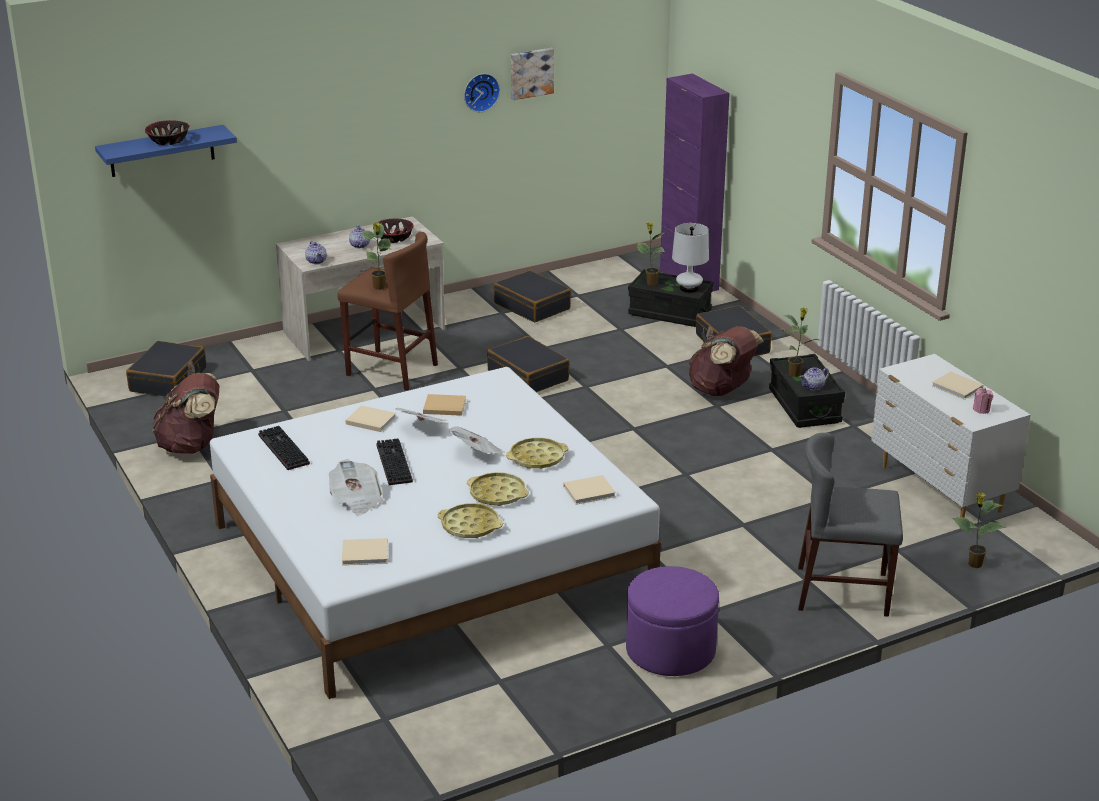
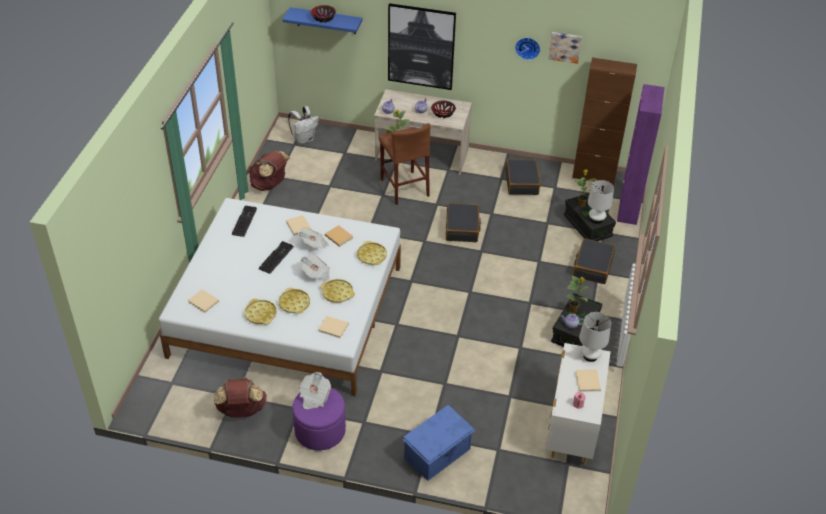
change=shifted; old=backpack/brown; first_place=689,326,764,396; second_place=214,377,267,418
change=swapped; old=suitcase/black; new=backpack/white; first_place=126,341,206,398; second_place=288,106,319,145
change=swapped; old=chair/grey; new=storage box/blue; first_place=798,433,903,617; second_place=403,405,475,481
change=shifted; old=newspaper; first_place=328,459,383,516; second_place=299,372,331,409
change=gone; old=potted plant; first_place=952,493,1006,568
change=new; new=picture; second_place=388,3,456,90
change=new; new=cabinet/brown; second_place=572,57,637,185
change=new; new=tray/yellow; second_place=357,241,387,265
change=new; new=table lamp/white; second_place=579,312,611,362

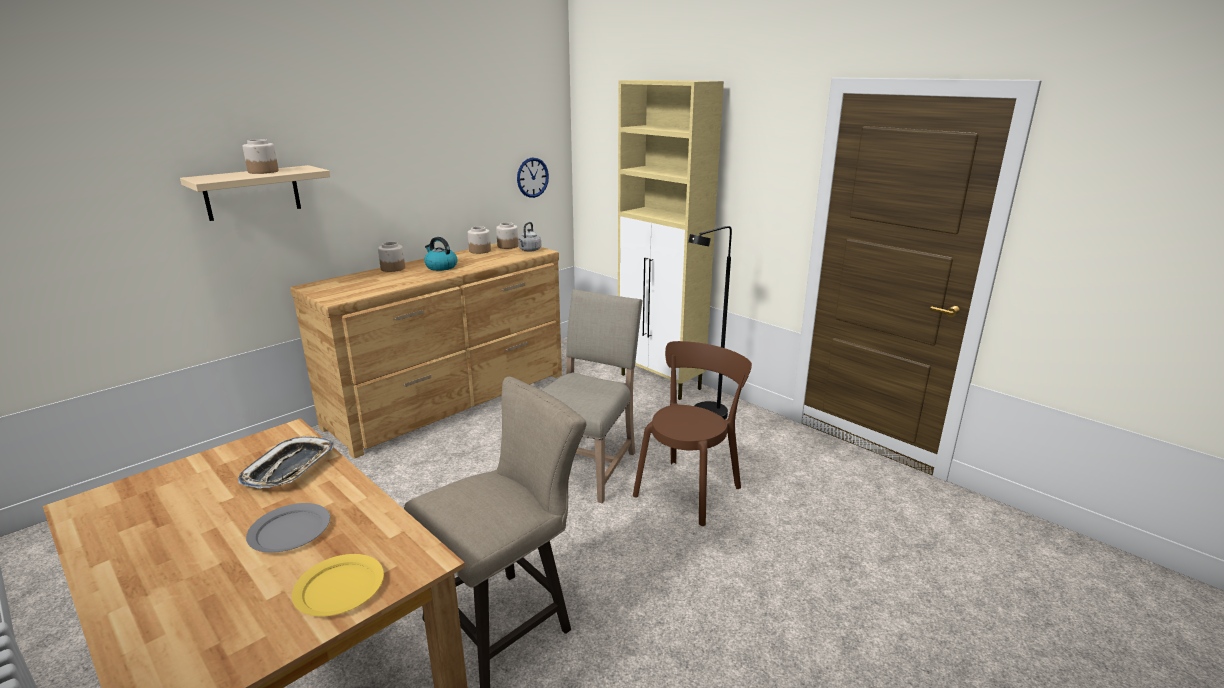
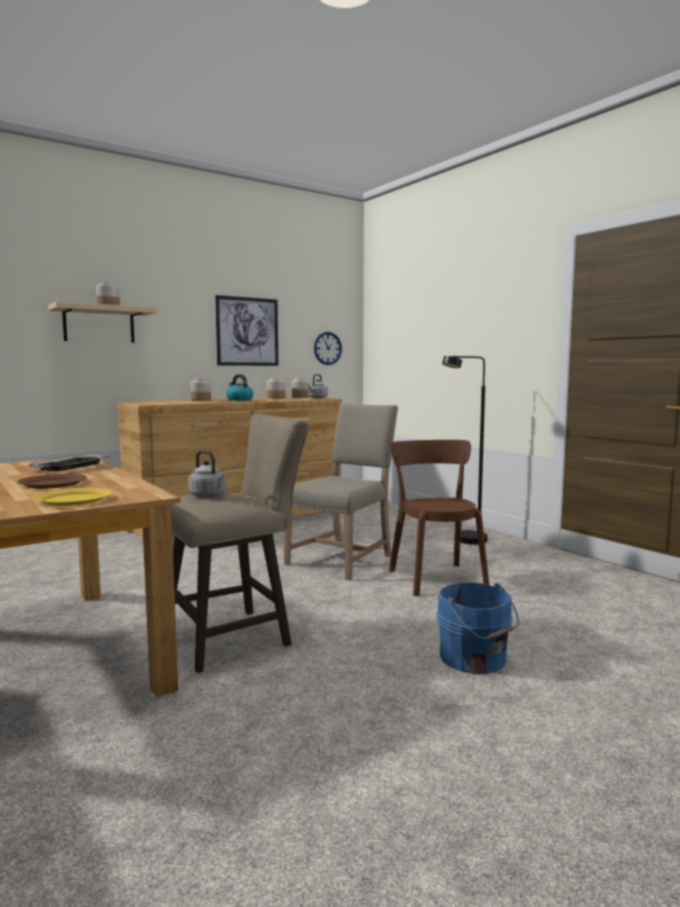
change=gone; old=cabinet/beige; first_place=618,80,724,400
change=rotated; old=chair/brown; first_place=633,341,752,526; second_place=389,440,489,596; degrees=-60
change=repainted; old=plate/grey; new=plate/brown; first_place=246,503,330,553; second_place=17,474,87,489
change=new; new=picture; second_place=215,295,278,366
change=new; new=kettle/grey; second_place=188,450,226,498
change=new; new=bucket/blue; second_place=437,582,519,674

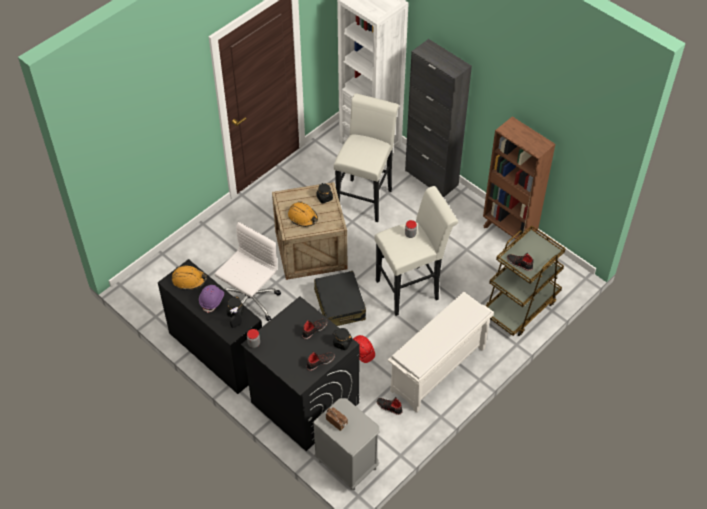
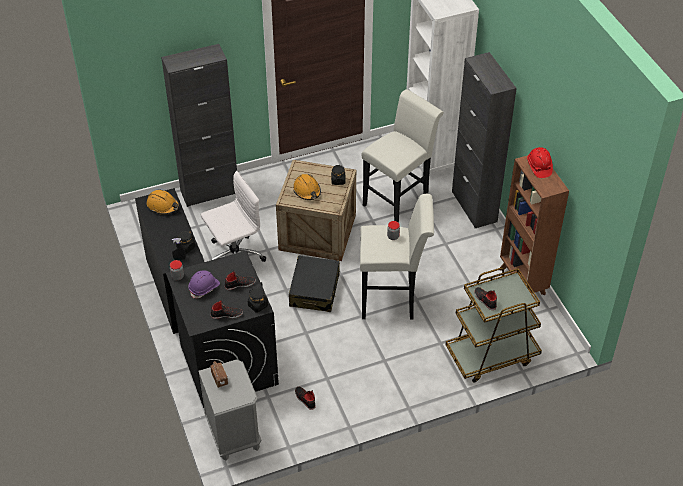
change=shifted; old=hard hat/purple; first_place=199,285,224,313; second_place=188,270,220,299
change=gone; old=shoe rack/white; first_place=388,292,494,413
change=shifted; old=hard hat/red; first_place=353,335,375,363; second_place=527,147,553,178
change=new; new=cabinet/black; second_place=161,44,237,207

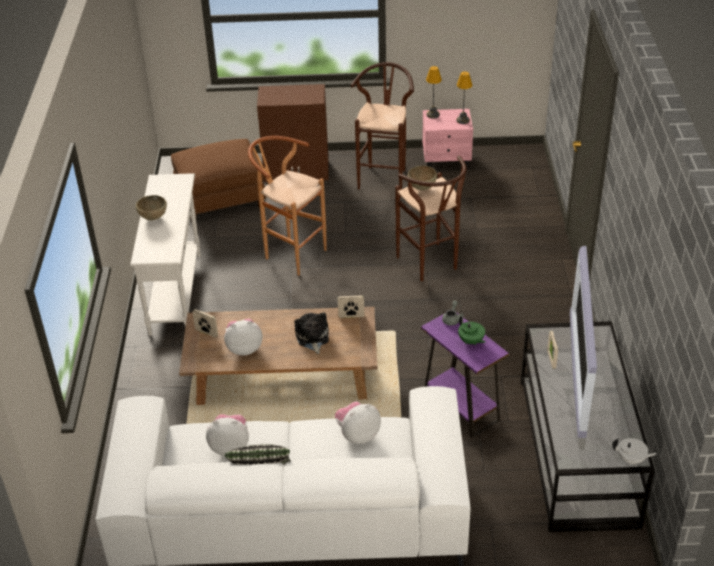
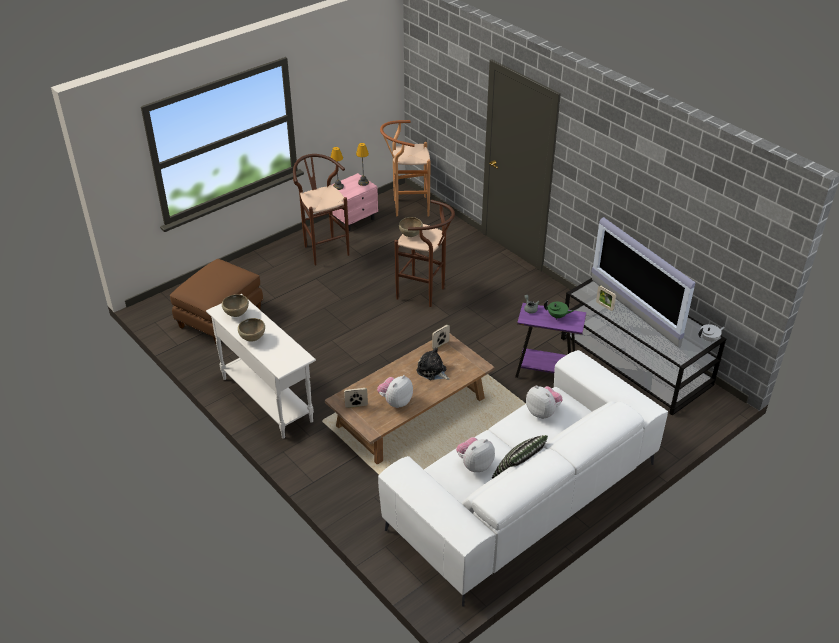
change=gone; old=cabinet/brown; first_place=257,84,329,182
change=shifted; old=stool/brown; first_place=248,136,327,276; second_place=380,120,431,217
change=rotated; old=plush toy; first_place=335,401,381,444; second_place=526,385,563,419; degrees=120
change=new; new=bowl/brown; second_place=222,294,249,317

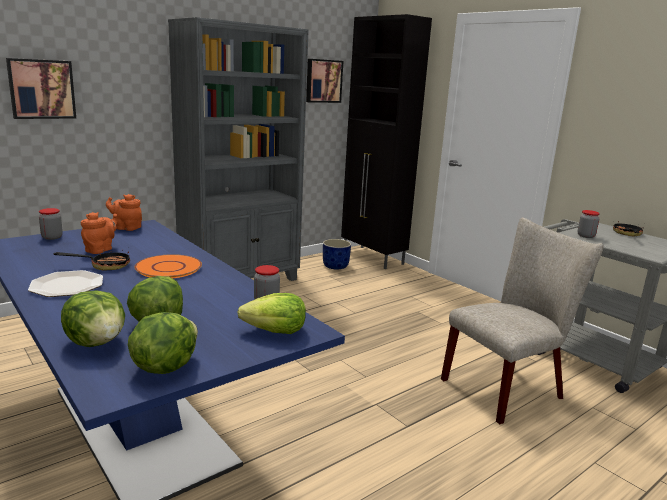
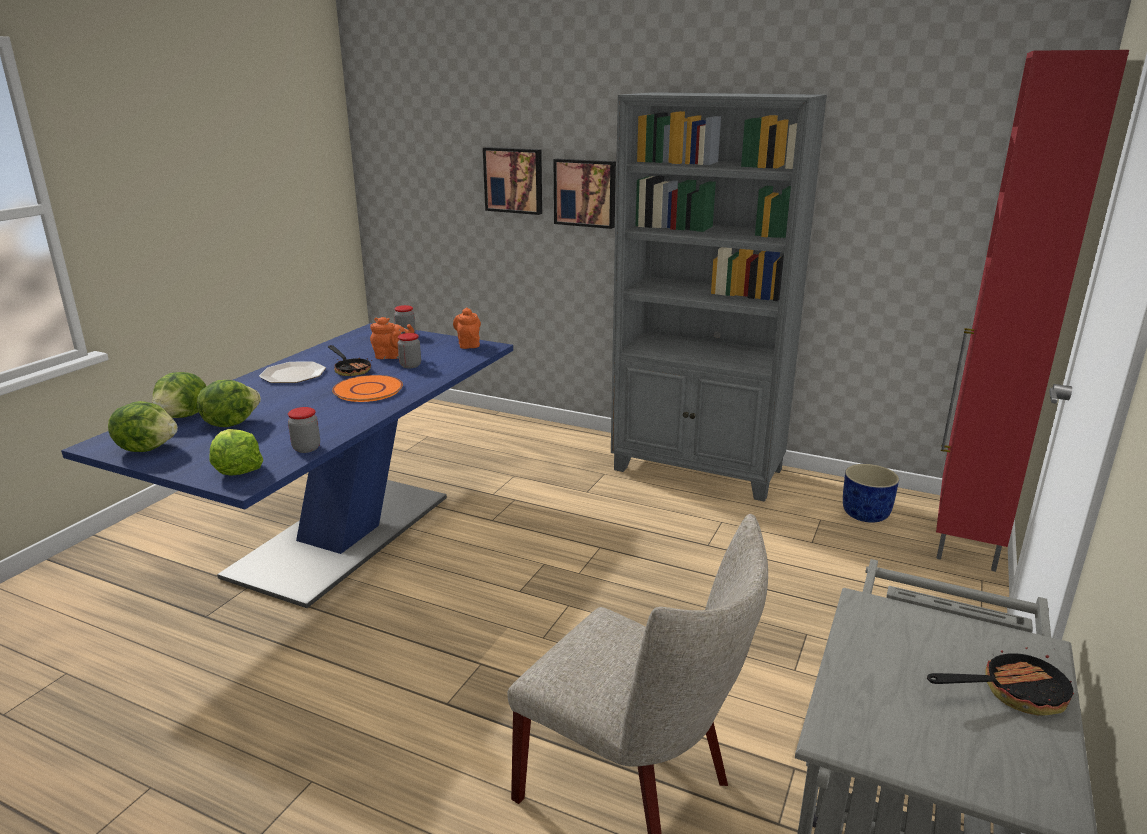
change=repainted; old=cabinet/black; new=cabinet/red; first_place=341,14,432,269; second_place=936,50,1129,572
change=shifted; old=picture; first_place=306,59,343,103; second_place=554,159,616,229
change=shifted; old=jar; first_place=578,210,600,238; second_place=398,333,421,368

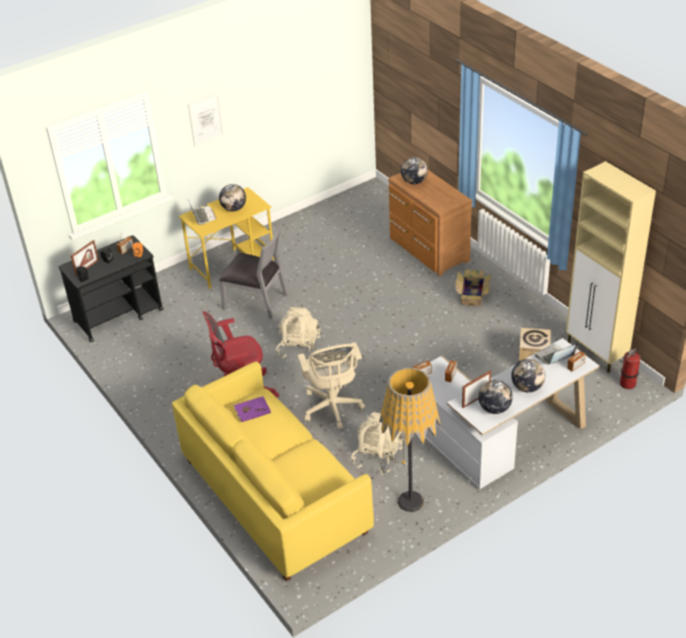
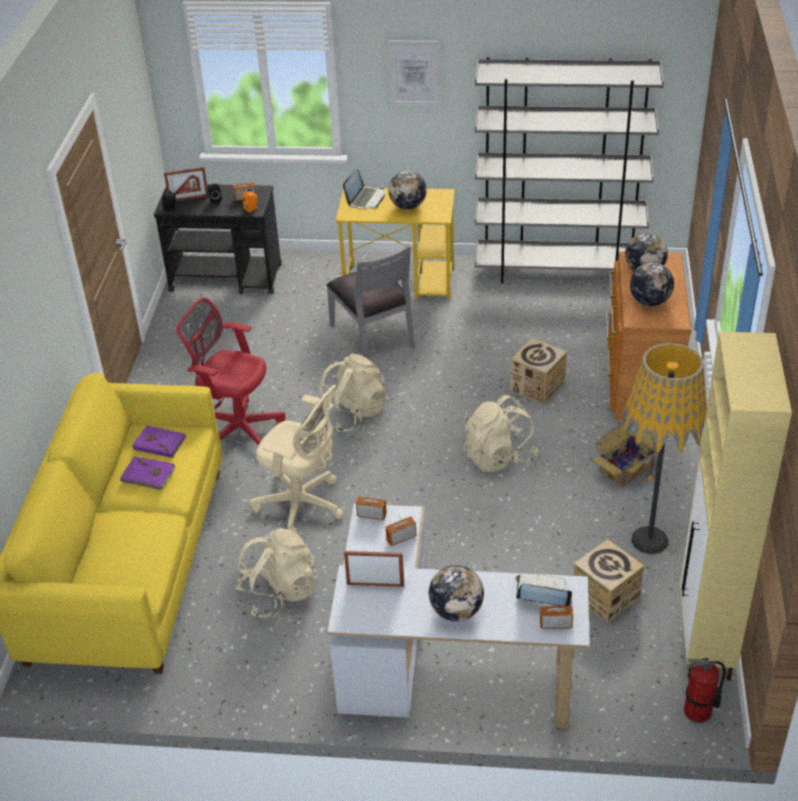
change=rotated; old=office chair/beige; first_place=298,343,365,429; second_place=249,385,344,534; degrees=-90
change=shifted; old=floor lamp; first_place=379,368,441,512; second_place=621,343,707,554
change=shifted; old=globe; first_place=478,380,513,414; second_place=630,262,674,306
change=new; new=bookcase/grey; second_place=475,57,664,283
change=new; new=cardboard box; second_place=510,338,567,404
change=new; new=backpack/beige; second_place=463,395,538,472
change=new; new=book/purple; second_place=120,456,175,490

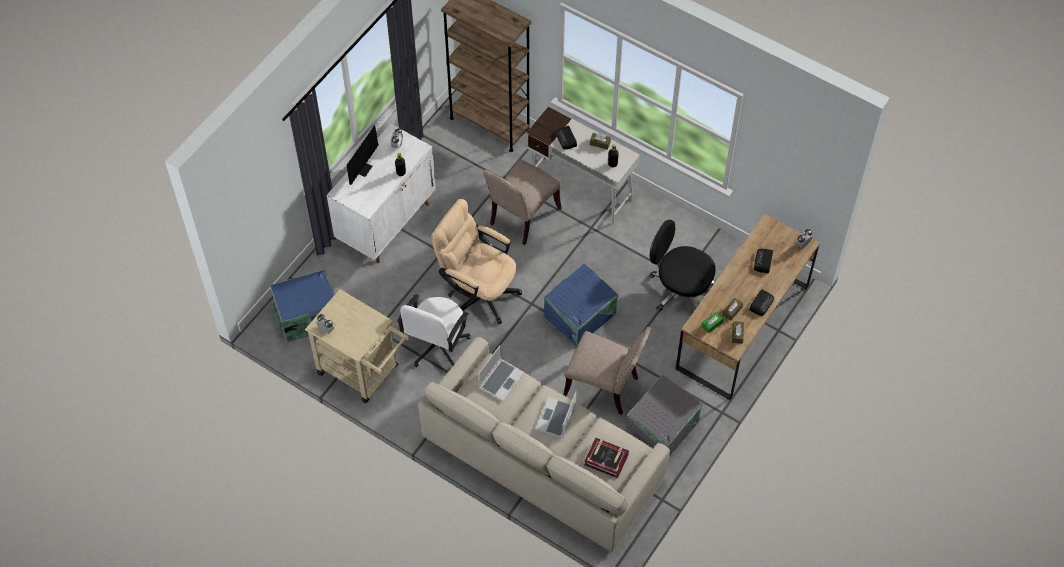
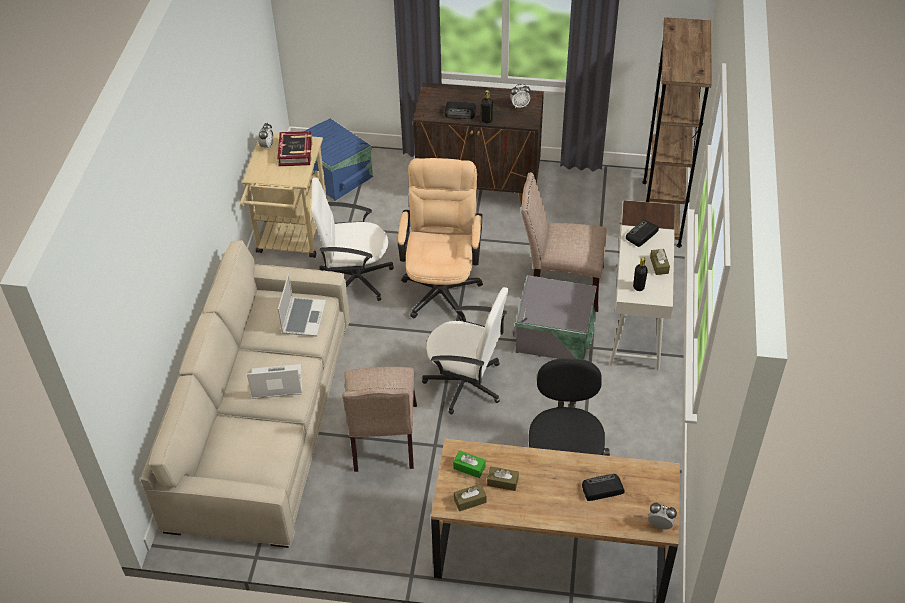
change=gone; old=monitor; first_place=347,116,385,185
change=repainted; old=cabinet/white; new=cabinet/brown; first_place=327,124,436,263; second_place=413,83,544,205
change=swapped; old=storage box/blue; new=office chair/white; first_place=544,263,619,346; second_place=422,287,508,415
change=shifted; old=radio; first_place=749,289,774,316; second_place=445,101,476,119
change=rotated; old=laptop; first_place=479,345,524,401; second_place=278,274,326,337; degrees=-90
change=shifted; old=storage box/grey; first_place=626,374,703,456; second_place=513,275,597,360
change=shifted; old=book; first_place=584,438,629,478; second_place=277,131,313,166

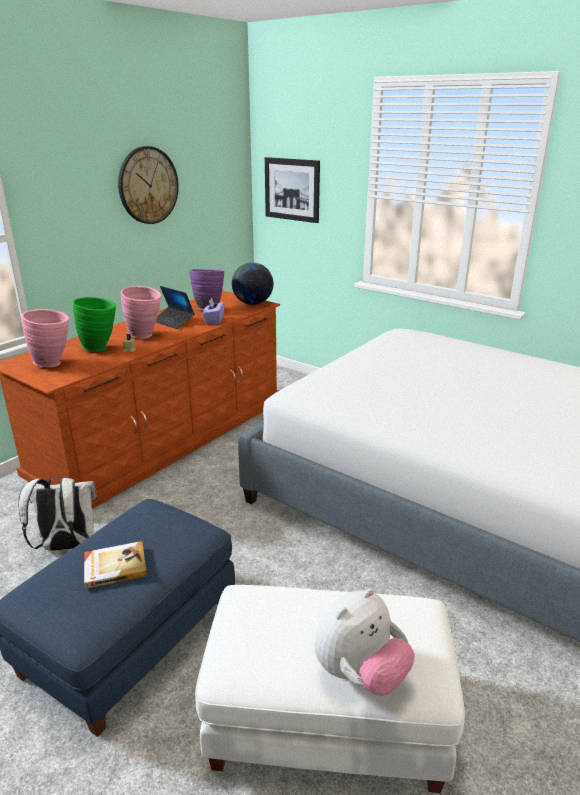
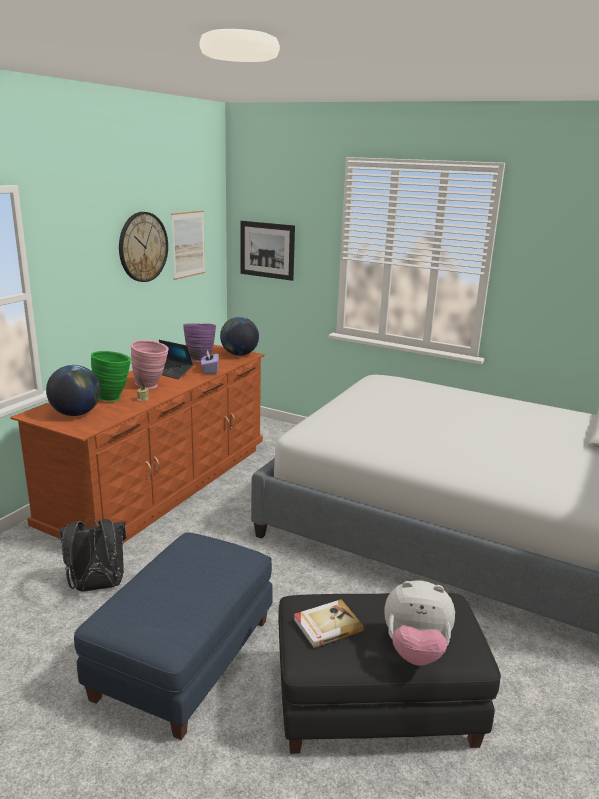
change=swapped; old=vase/pink; new=globe; first_place=22,309,69,367; second_place=46,365,101,416
change=repainted; old=backpack/white; new=backpack/black; first_place=18,476,97,551; second_place=59,518,127,592
change=shifted; old=book; first_place=84,541,147,589; second_place=294,599,364,648
change=repainted; old=ottoman/white; new=ottoman/black; first_place=195,585,465,793; second_place=278,593,501,754
change=rotated; old=plush toy; first_place=314,588,415,696; second_place=384,580,455,666; degrees=60
change=new; new=picture; second_place=171,210,205,280

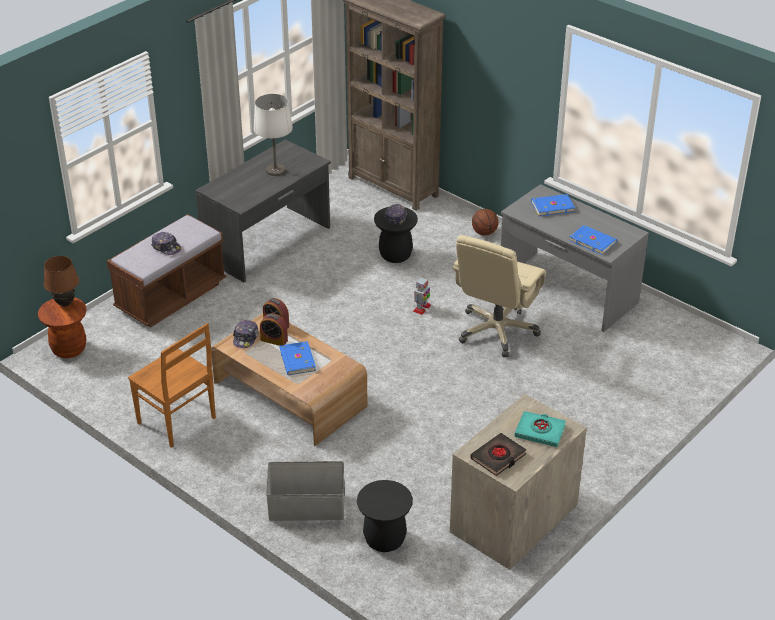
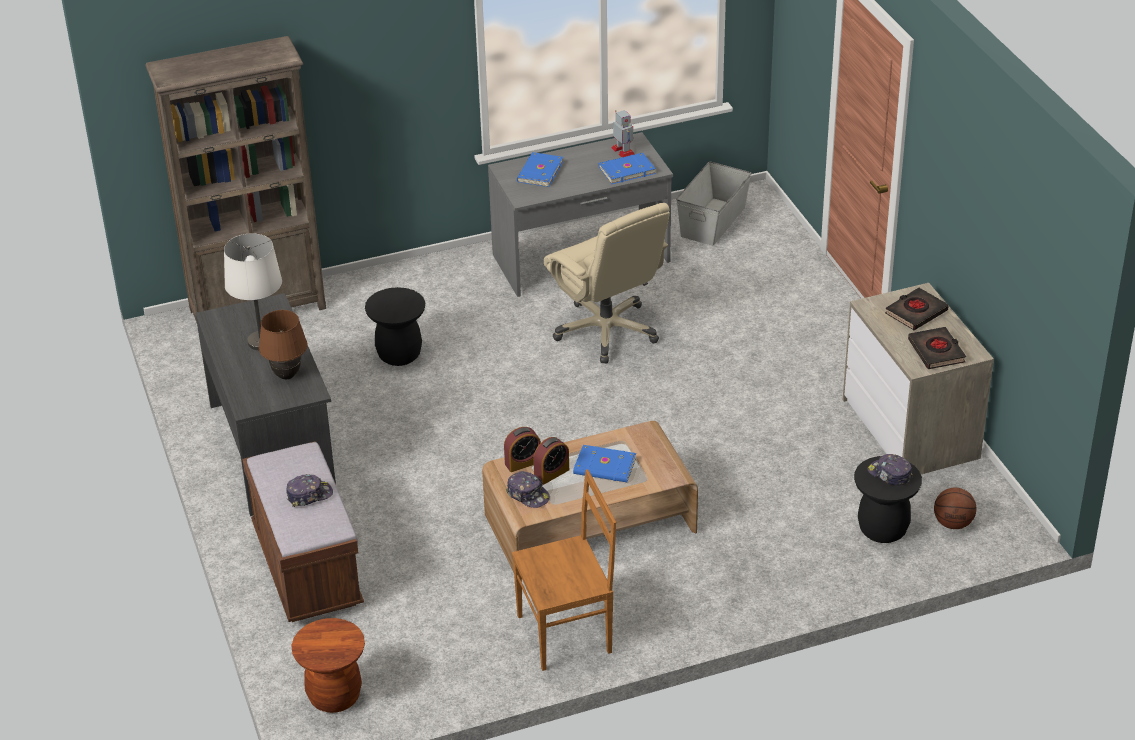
change=shifted; old=cap; first_place=385,204,407,225; second_place=867,454,913,486
change=shifted; old=basketball; first_place=472,209,499,236; second_place=934,488,976,529
change=shifted; old=table lamp/brown; first_place=44,256,79,306; second_place=259,310,308,379
change=shifted; old=toy robot; first_place=413,276,431,315; second_place=611,110,634,157
change=repainted; old=book/turquoise; new=book/black; first_place=514,411,566,447; second_place=885,288,949,330
change=shifted; old=storage box/grey; first_place=266,461,345,521; second_place=676,161,751,246

